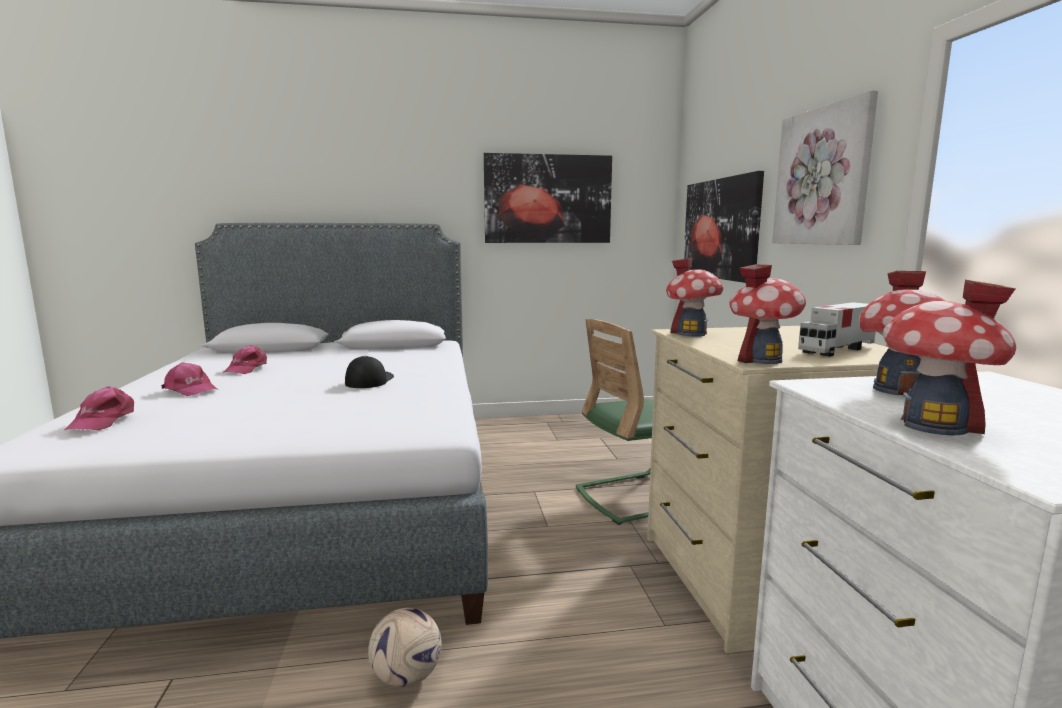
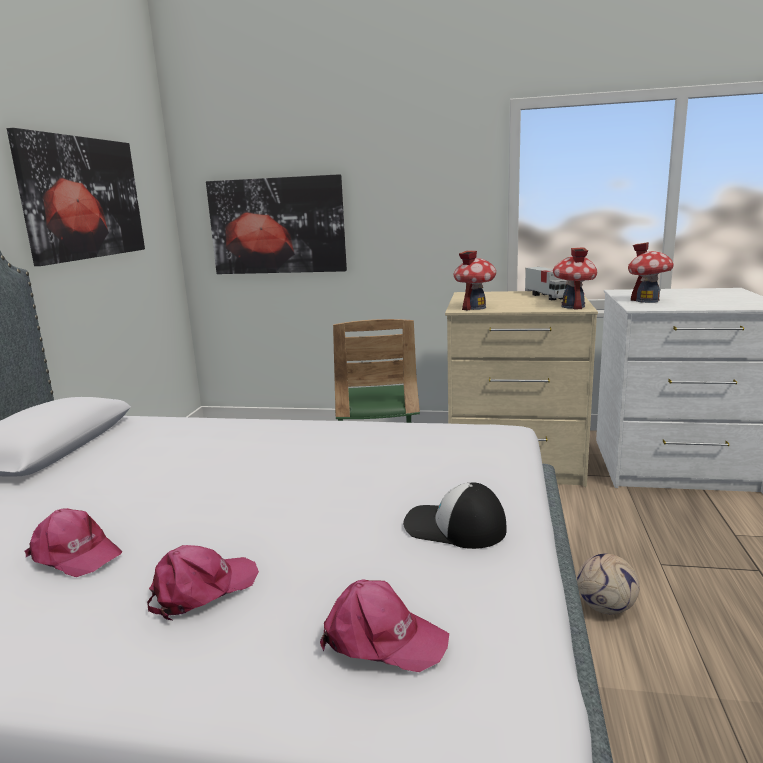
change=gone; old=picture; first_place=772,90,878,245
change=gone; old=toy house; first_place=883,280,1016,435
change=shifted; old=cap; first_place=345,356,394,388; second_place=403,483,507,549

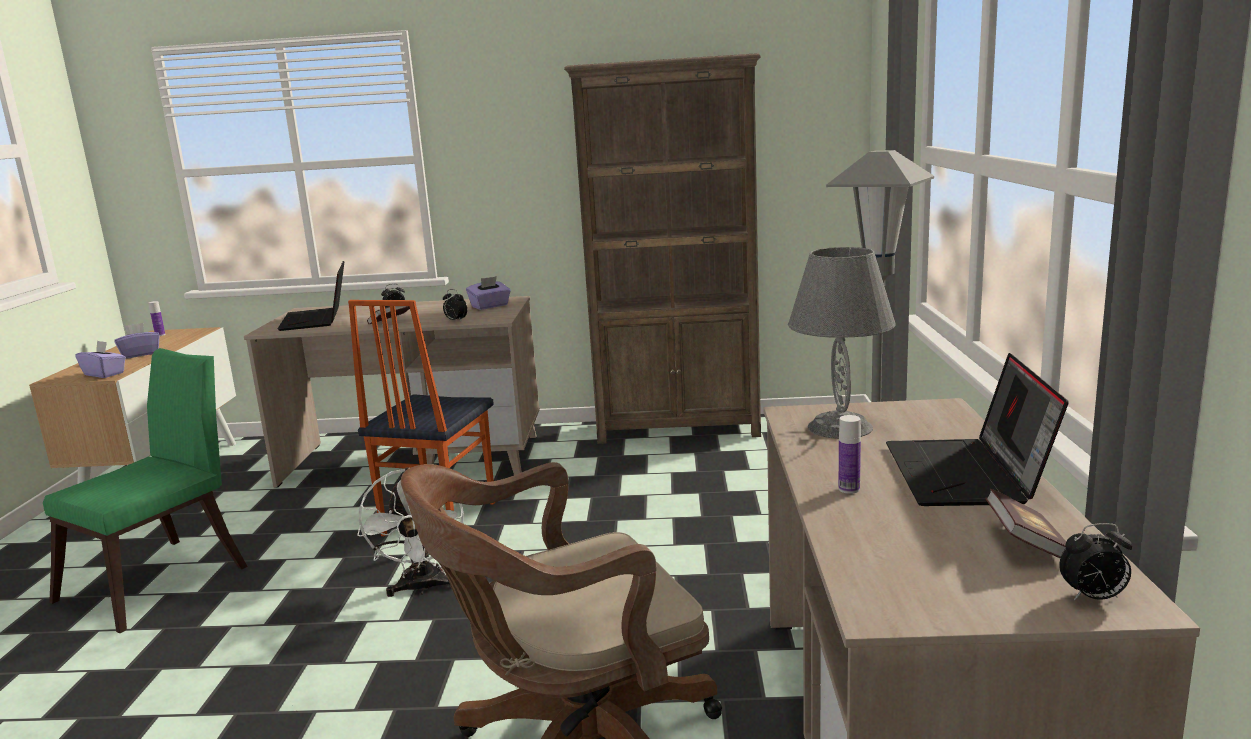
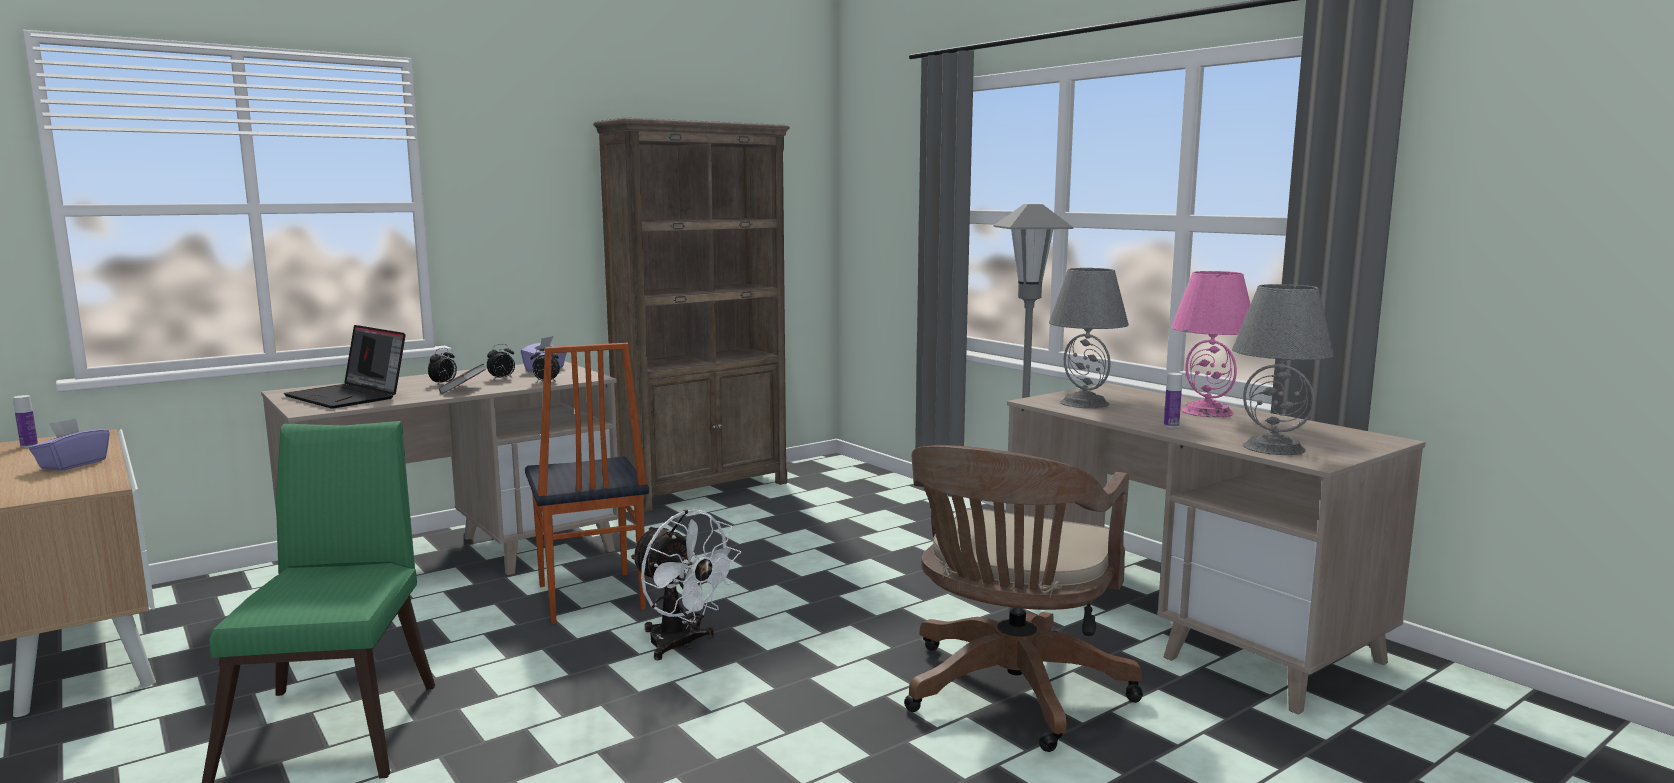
change=gone; old=tissue box/purple; first_place=75,340,126,378
change=swapped; old=laptop; new=table lamp/pink; first_place=886,353,1069,506; second_place=1171,271,1250,417
change=gone; old=book; first_place=986,489,1066,558
change=shifted; old=alarm clock; first_place=1059,523,1132,601; second_place=487,344,515,380
change=new; new=table lamp/grey; second_place=1232,284,1335,455

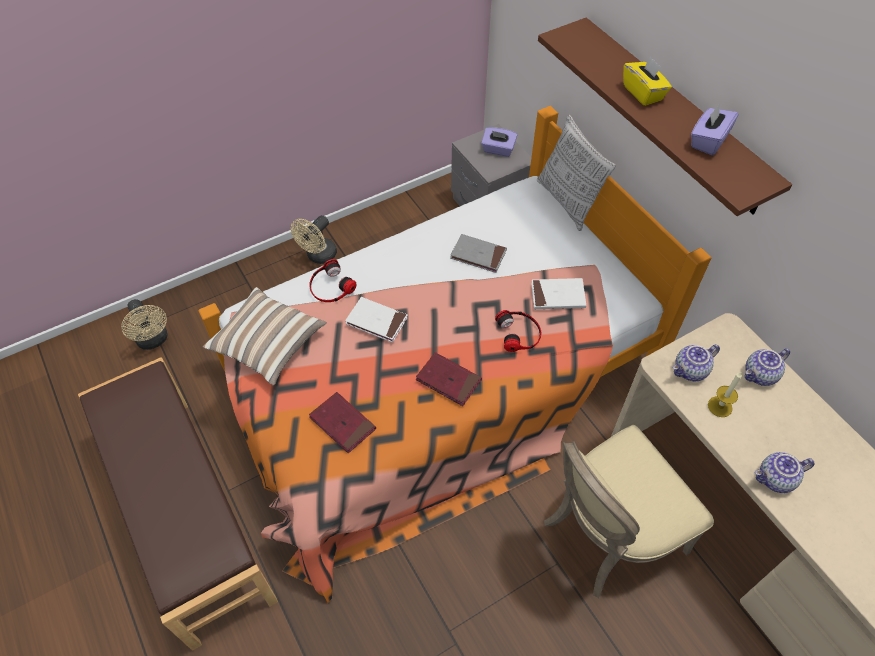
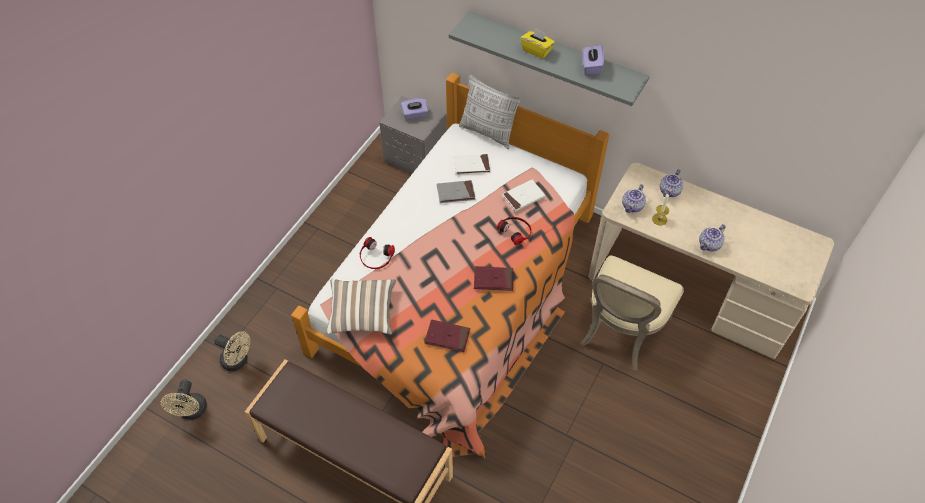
change=repainted; old=shelf/brown; new=shelf/grey; first_place=538,18,792,216; second_place=449,11,649,106
change=shifted; old=fan/beige; first_place=290,215,337,264; second_place=161,380,207,420
change=shifted; old=book/white; first_place=345,297,408,343; second_place=454,154,491,175

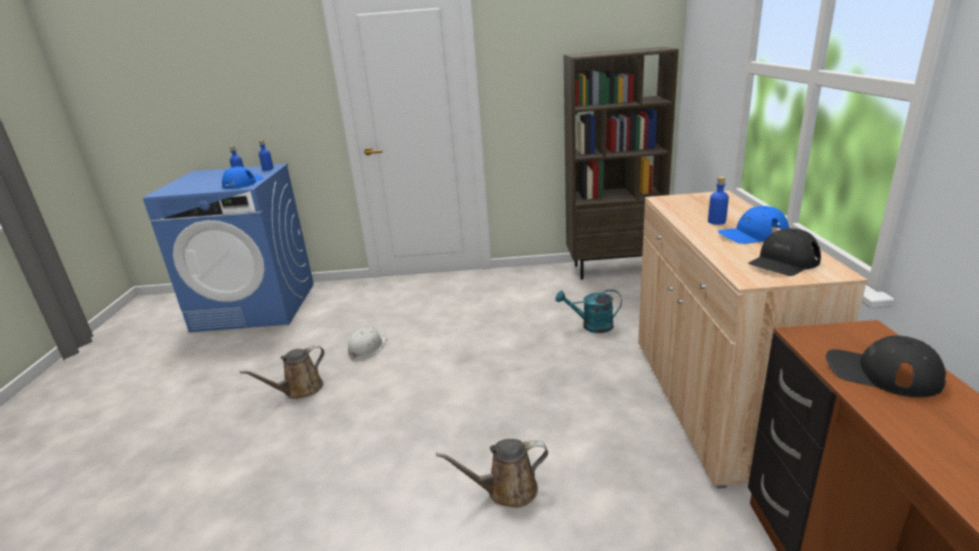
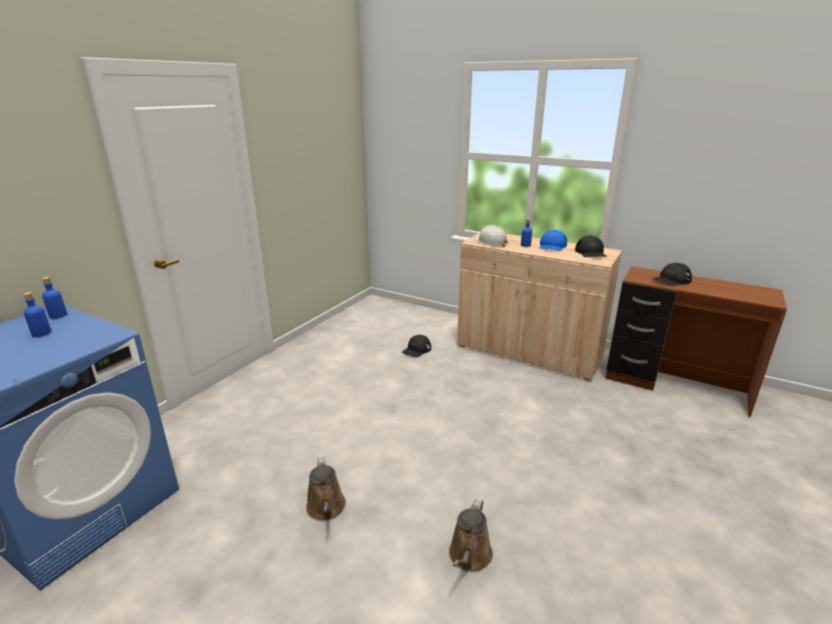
change=gone; old=bookcase/brown; first_place=564,47,679,280
change=gone; old=cap/blue; first_place=222,166,263,189
change=swapped; old=watering can/turquoise; new=cap/black; first_place=556,289,622,333; second_place=402,335,431,357
change=shifted; old=hard hat/white; first_place=347,327,387,359; second_place=474,225,508,247
change=shifted; old=watering can/brown; first_place=436,439,548,508; second_place=449,498,493,572

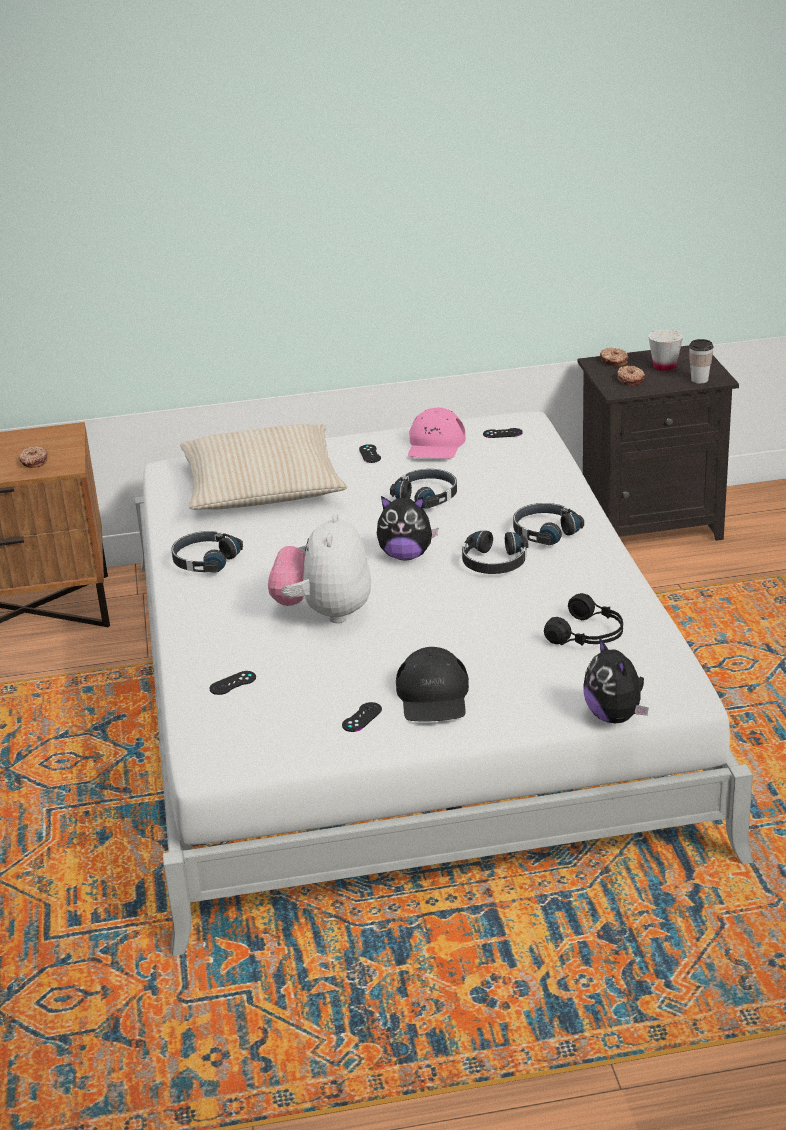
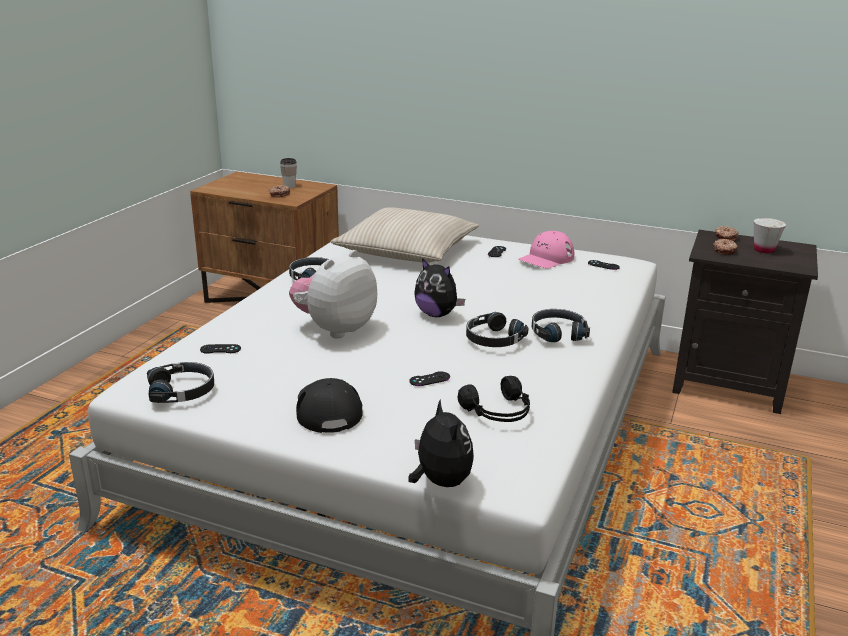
change=shifted; old=cup; first_place=689,339,714,383; second_place=280,158,297,189
change=shifted; old=headphones/black; first_place=390,469,457,509; second_place=147,362,214,403
change=rotated; old=plush toy; first_place=583,637,648,723; second_place=408,399,474,487; degrees=150
change=rotated; old=cap/black; first_place=396,647,469,722; second_place=296,378,363,433; degrees=135
change=shifted; old=game controller/black; first_place=342,702,382,732; second_place=409,371,450,386

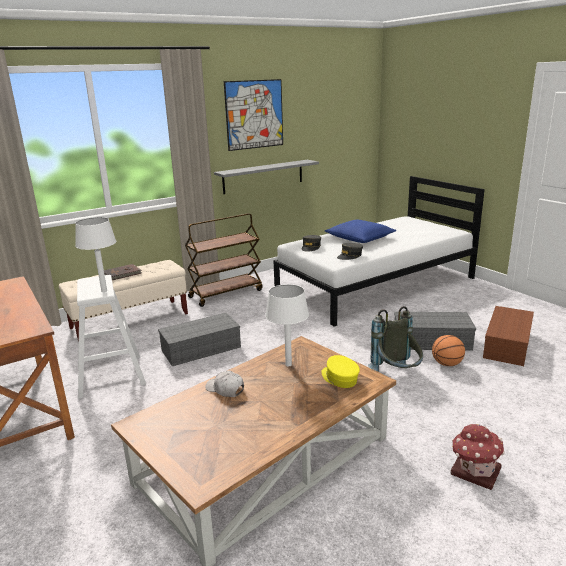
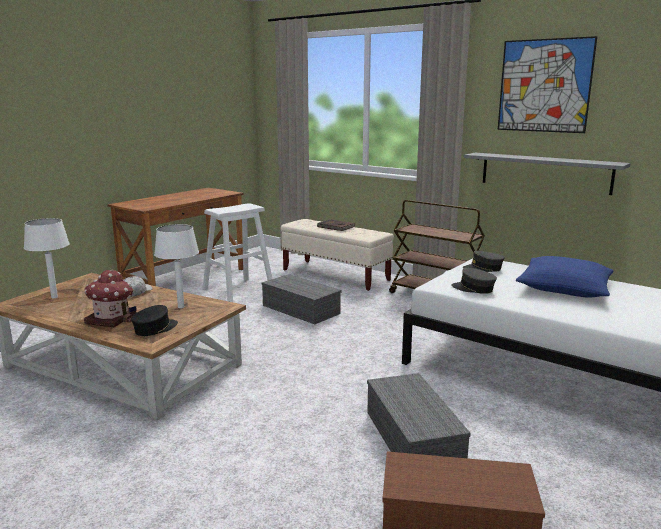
change=shifted; old=table lamp/white; first_place=75,217,116,292; second_place=24,218,70,298
change=gone; old=backpack/grey; first_place=368,306,423,371
change=gone; old=basketball; first_place=432,335,465,366
change=repainted; old=cap/yellow; new=cap/black; first_place=321,355,360,388; second_place=131,305,178,336
change=shifted; old=toy house; first_place=451,424,505,490; second_place=84,270,137,327

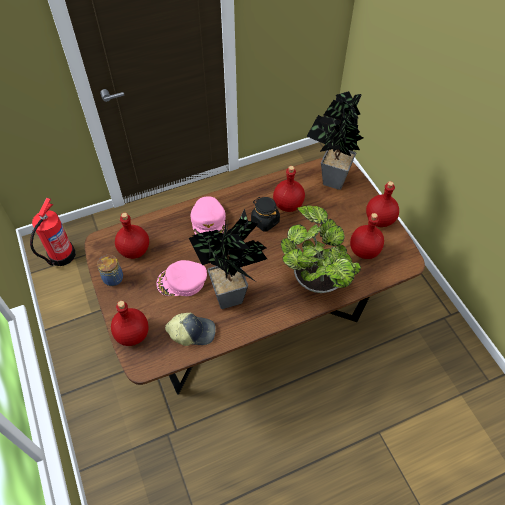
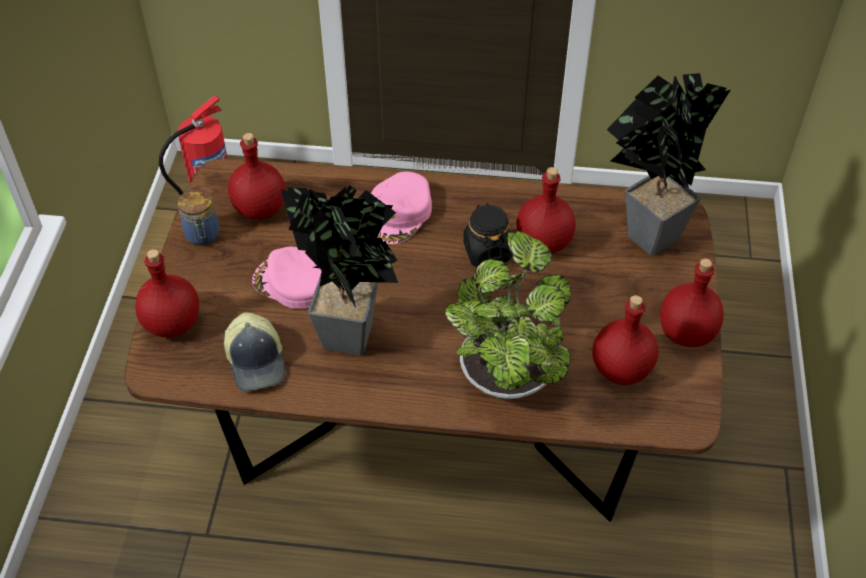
change=rotated; old=cap; first_place=165,313,216,346; second_place=224,312,285,391; degrees=45

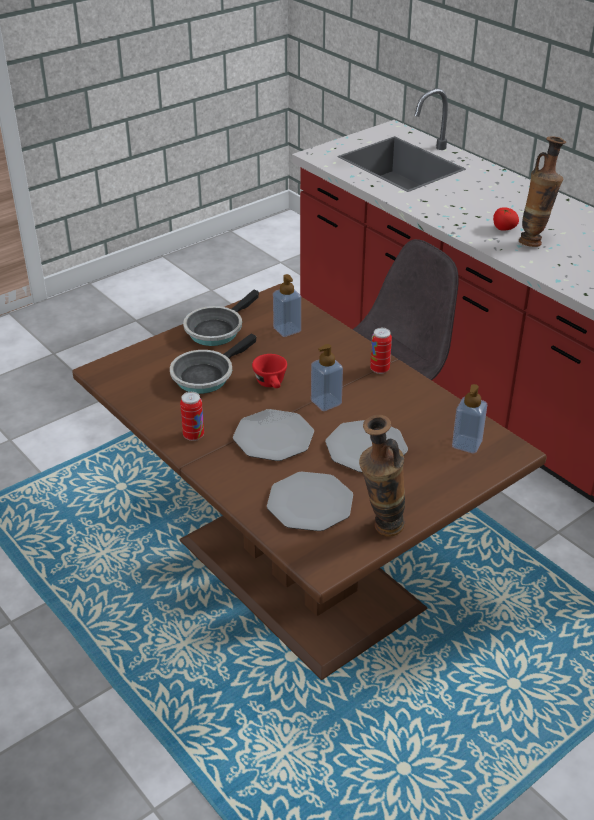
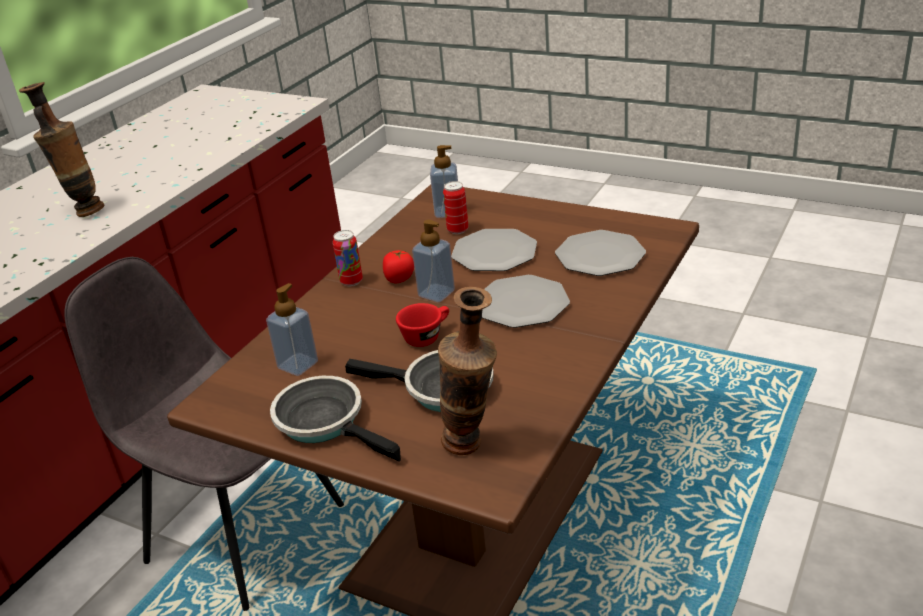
change=shifted; old=tomato; first_place=493,207,519,231; second_place=383,249,414,283
change=rotated; old=frying pan; first_place=183,290,259,346; second_place=270,376,401,461; degrees=-150
change=shifted; old=can; first_place=180,392,204,441; second_place=443,181,468,234
change=shifted; old=vase; first_place=359,415,405,537; second_place=438,287,497,455

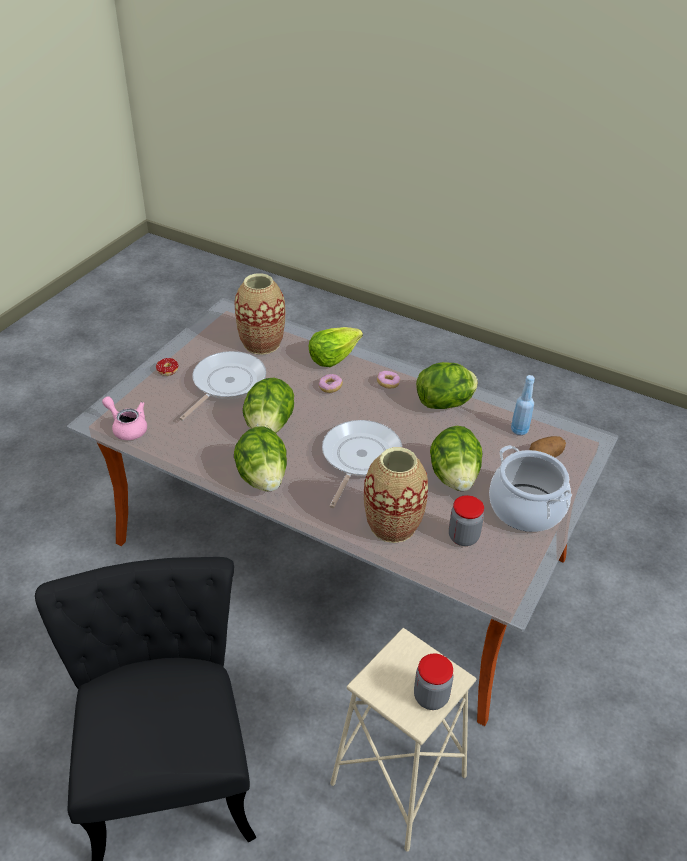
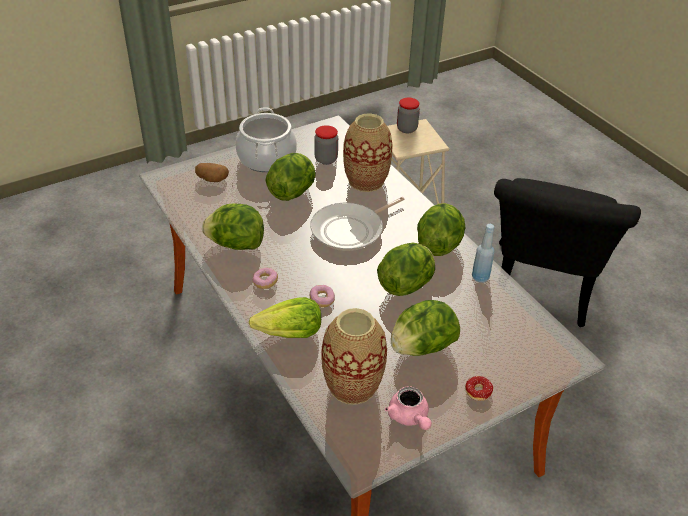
change=swapped; old=frying pan; new=lettuce; first_place=179,351,266,421; second_place=391,300,460,356
change=shifted; old=bottle/blue; first_place=511,375,535,435; second_place=472,224,494,283
change=shifted; old=teapot/pink; first_place=102,396,147,440; second_place=385,386,432,430

